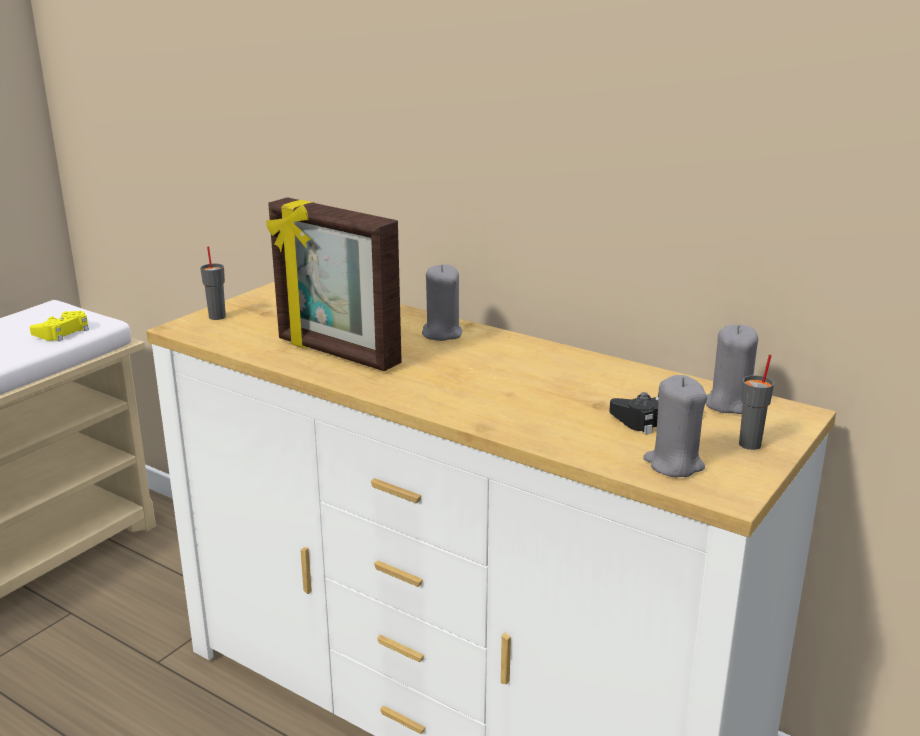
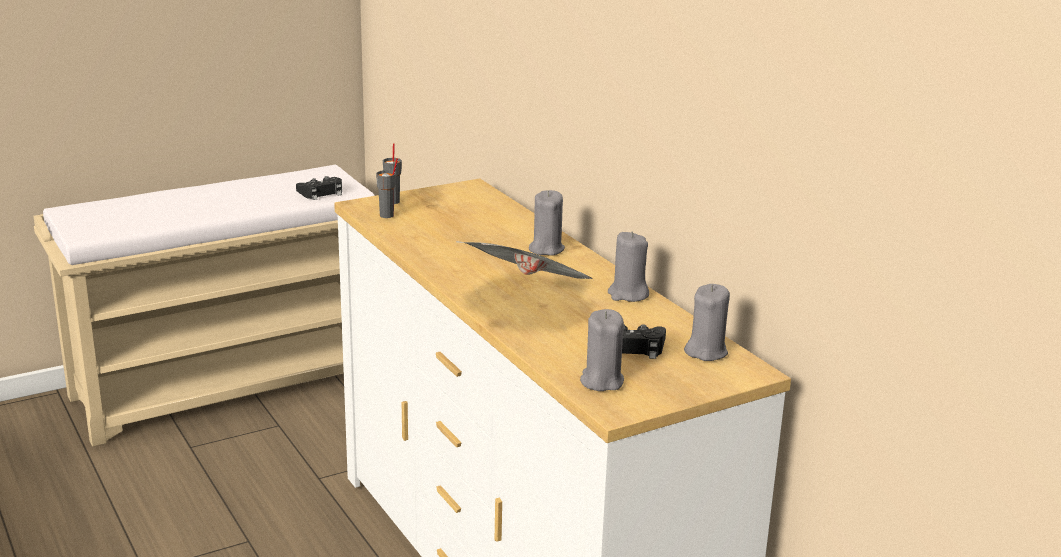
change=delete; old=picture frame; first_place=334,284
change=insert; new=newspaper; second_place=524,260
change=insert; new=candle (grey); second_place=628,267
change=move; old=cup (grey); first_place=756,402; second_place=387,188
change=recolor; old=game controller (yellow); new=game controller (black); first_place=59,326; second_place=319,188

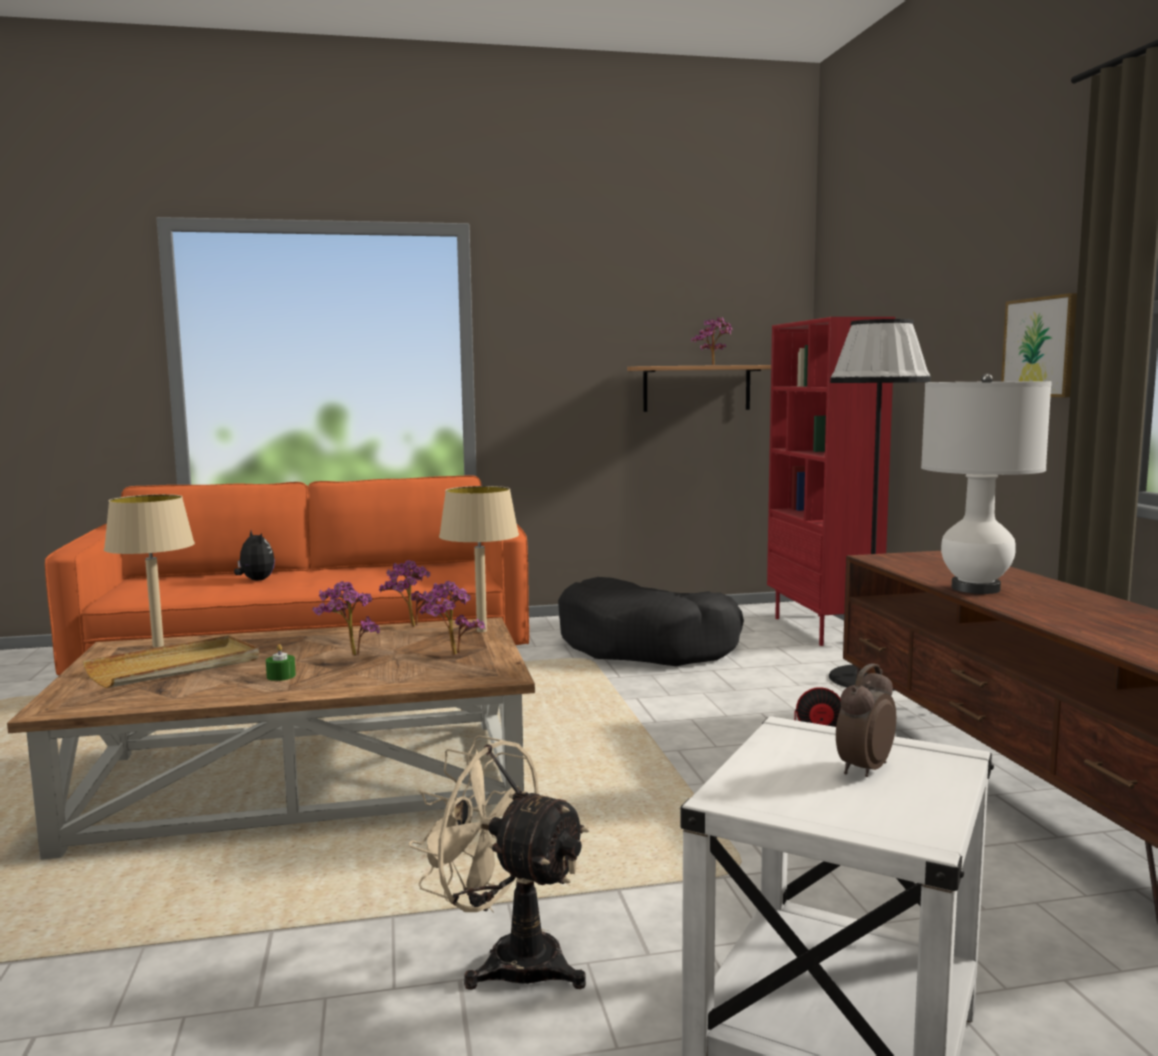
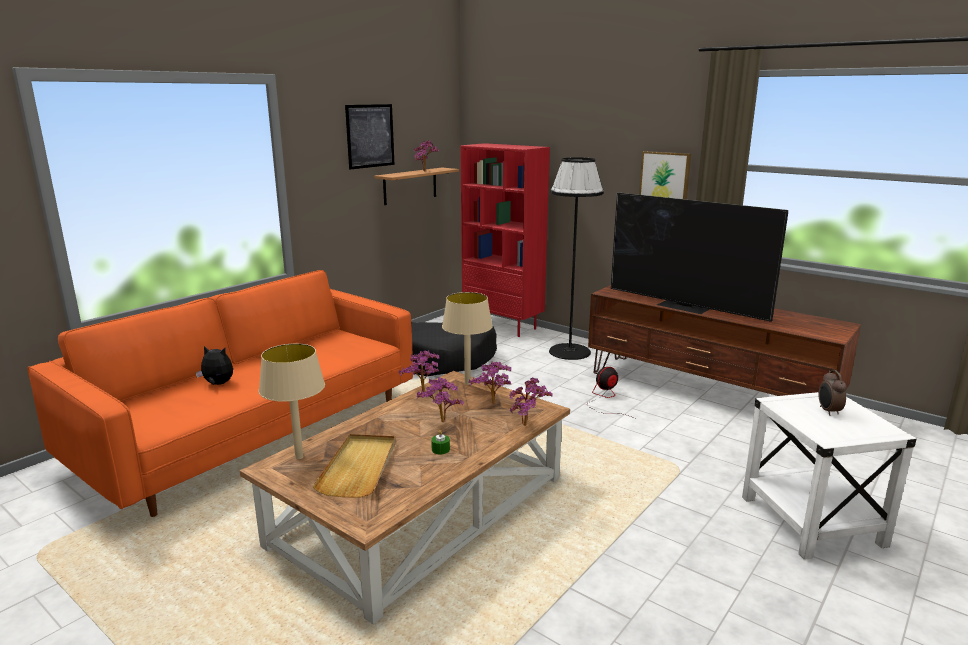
change=delete; old=fan (beige); first_place=499,862
change=insert; new=picture; second_place=370,136
change=insert; new=potted plant; second_place=531,401
change=replace; old=table lamp (white); new=television; first_place=986,483; second_place=699,257

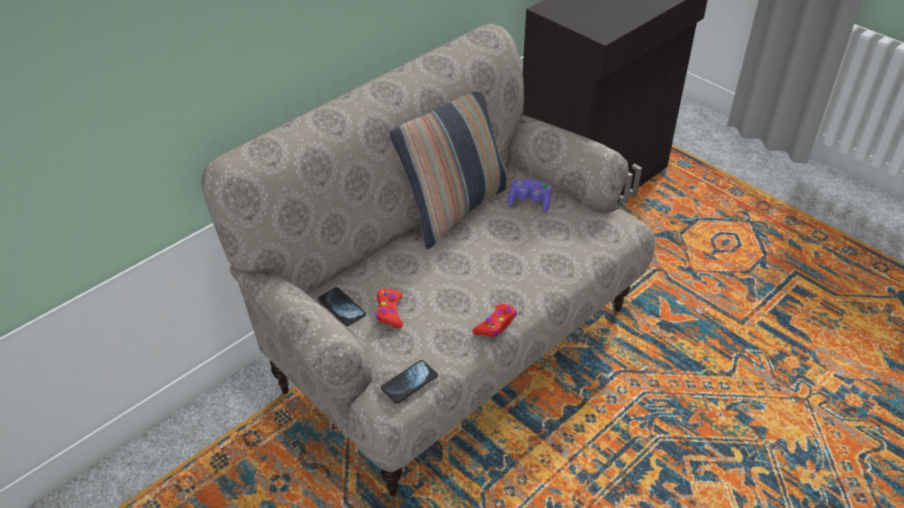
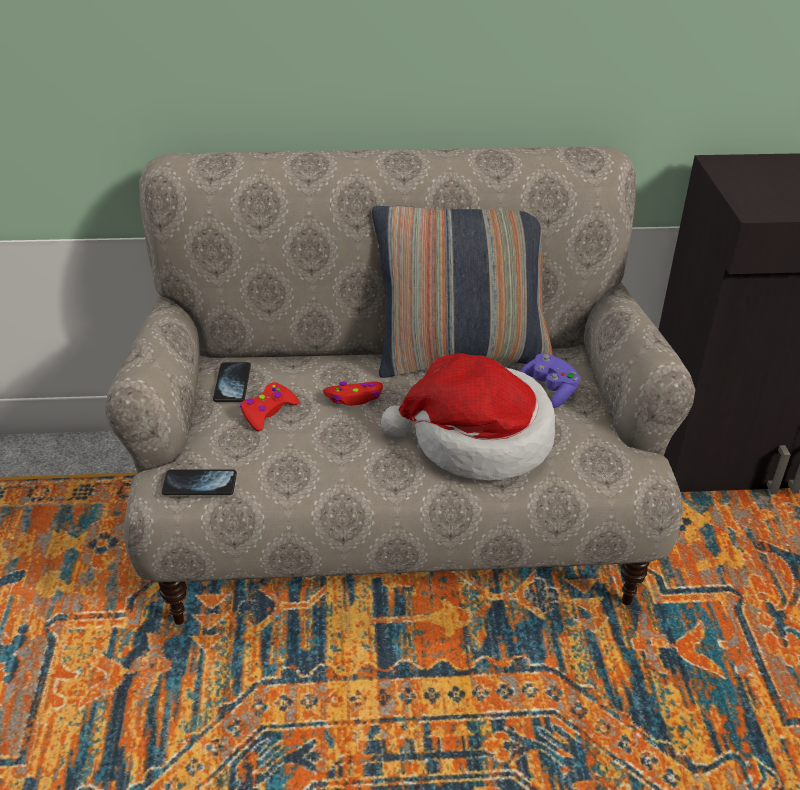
change=insert; new=hat; second_place=468,416
change=move; old=game controller (red); first_place=494,320; second_place=353,393

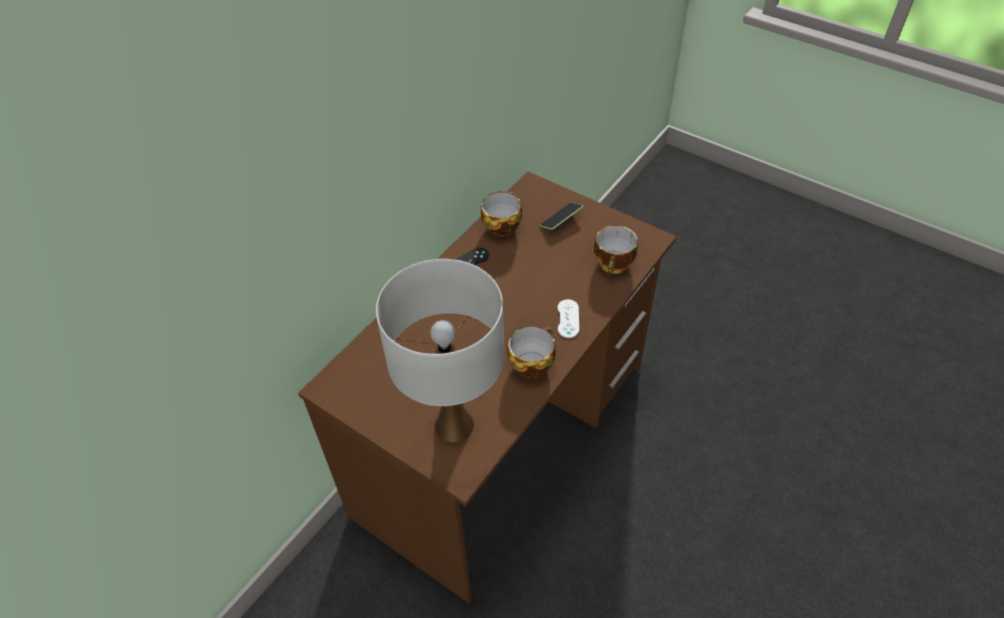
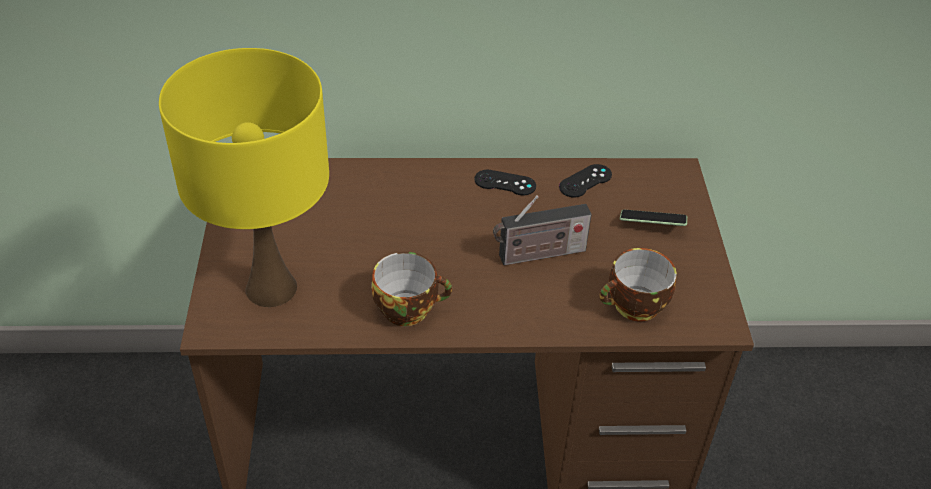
change=delete; old=game controller (white); first_place=568,318
change=insert; new=radio; second_place=542,230
change=replace; old=cup; new=game controller (black); first_place=501,214; second_place=585,181
change=recolor; old=table lamp (white); new=table lamp (yellow); first_place=440,350; second_place=244,177

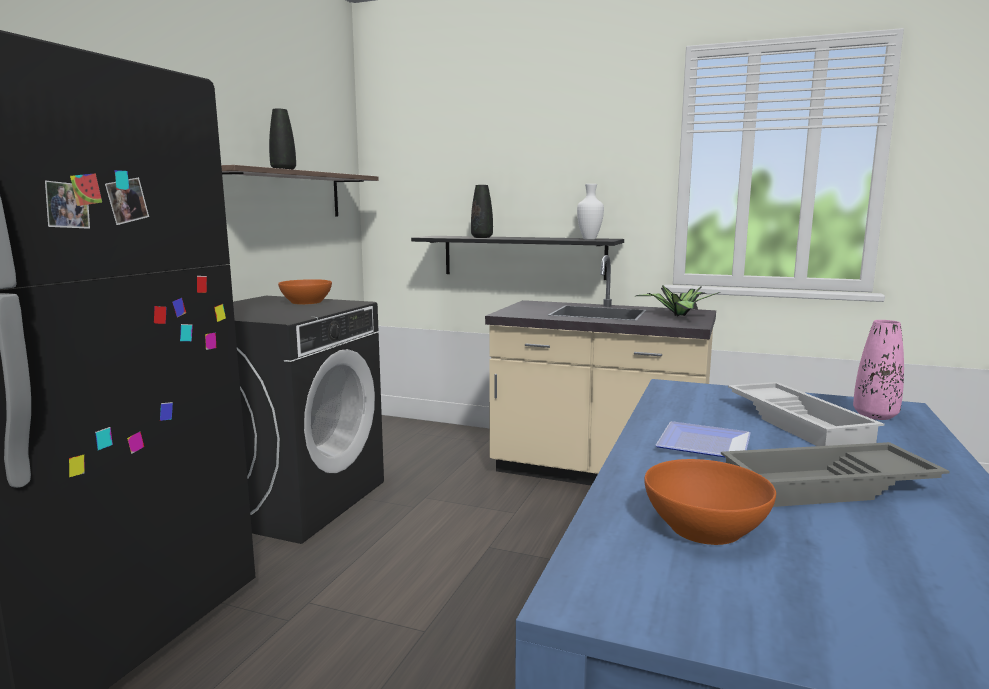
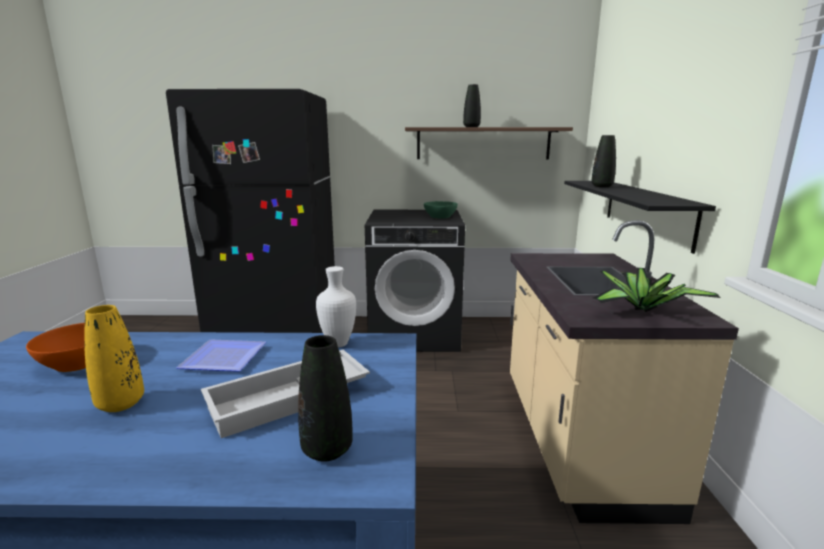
change=move; old=vase (white); first_place=590,211; second_place=336,307
change=replace; old=tray (grey); new=vase (yellow); first_place=835,474; second_place=114,358
change=recolor; old=bowl (orange); new=bowl (green); first_place=305,292; second_place=441,210
change=recolor; old=vase (pink); new=vase (black); first_place=878,370; second_place=325,398

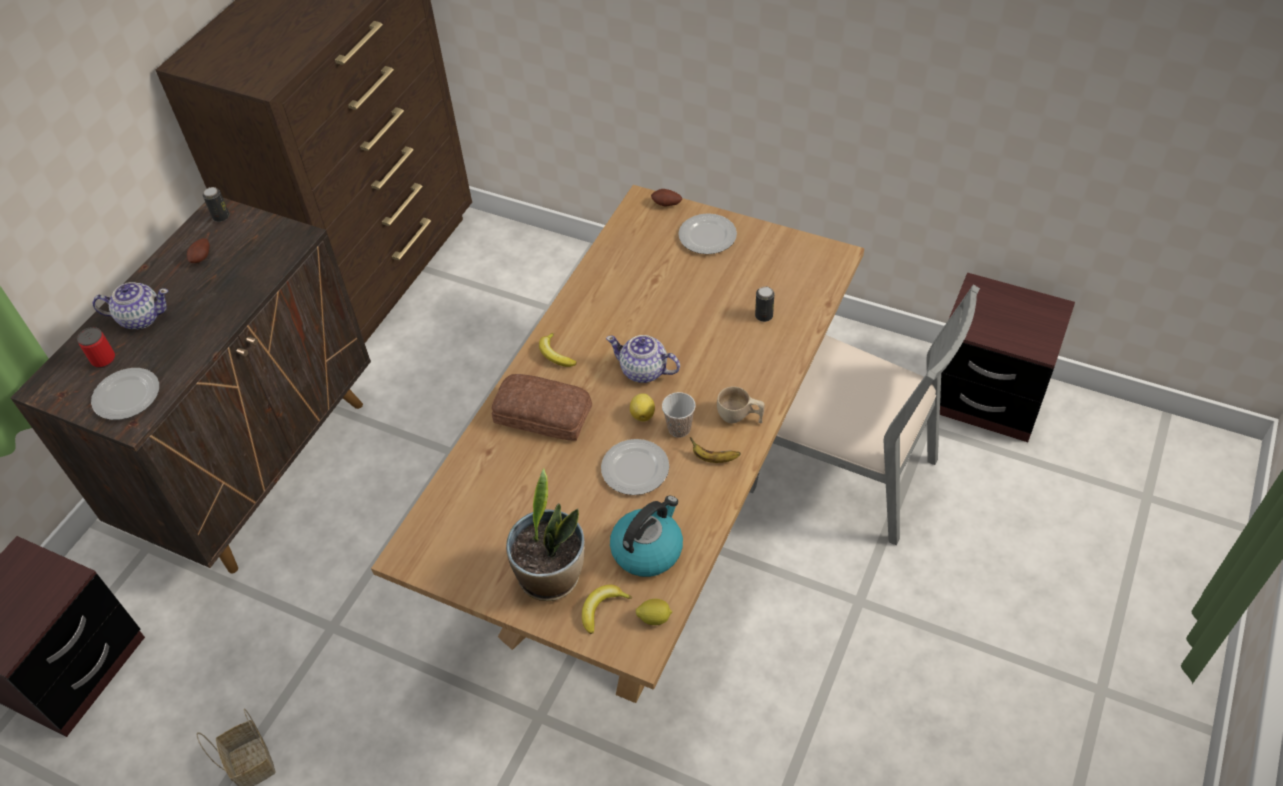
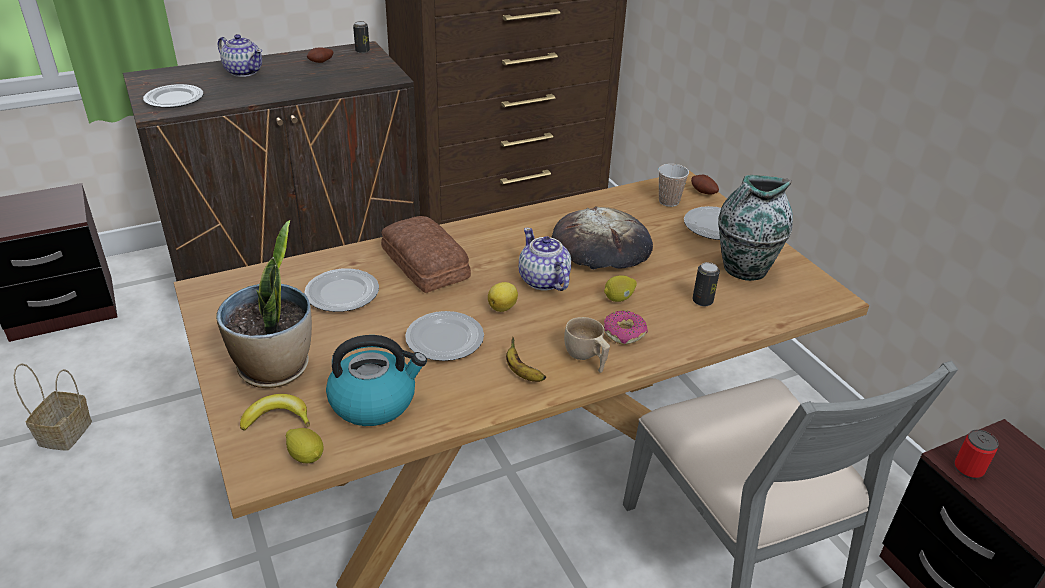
change=delete; old=banana; first_place=558,350
change=insert; new=plate; second_place=341,290
change=insert; new=bread; second_place=602,238
change=insert; new=lemon; second_place=620,288
change=insert; new=donut; second_place=626,328
change=insert; new=vase; second_place=755,228
change=move; old=can; first_place=96,347; second_place=976,454
change=move; old=cup; first_place=679,414; second_place=673,185

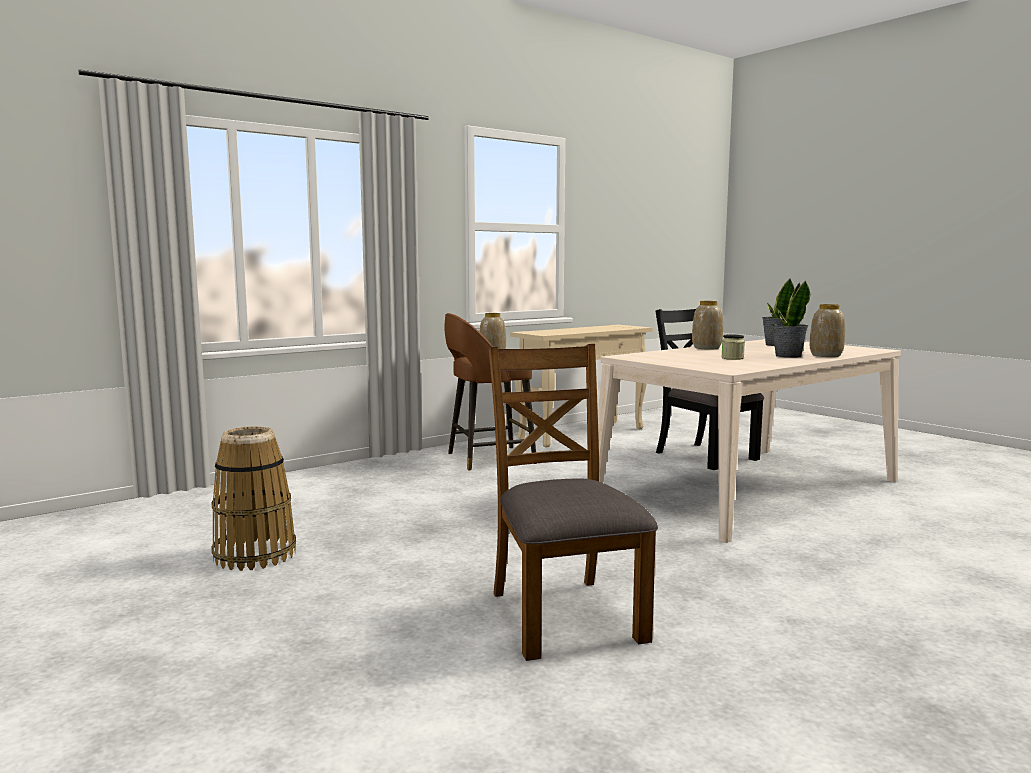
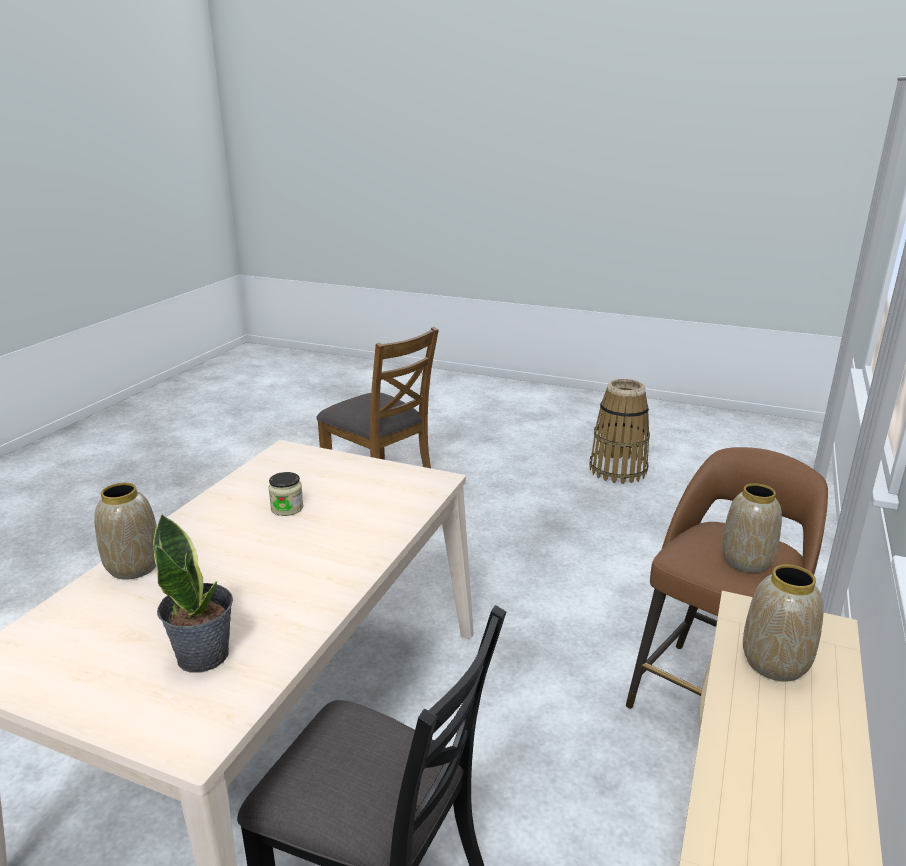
change=delete; old=potted plant; first_place=791,319
change=move; old=vase; first_place=707,325; second_place=783,623

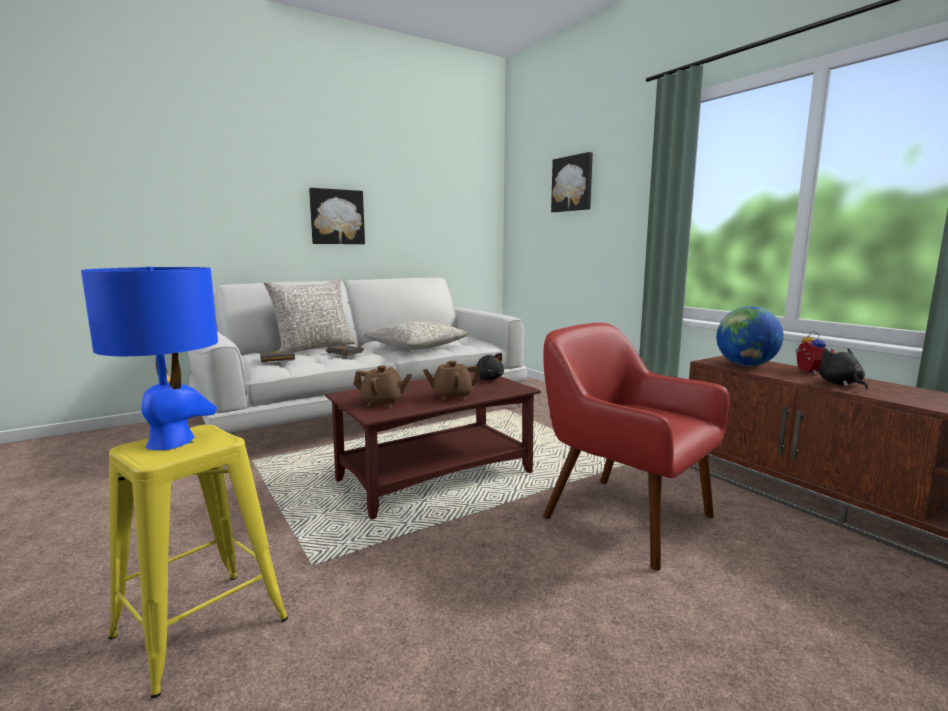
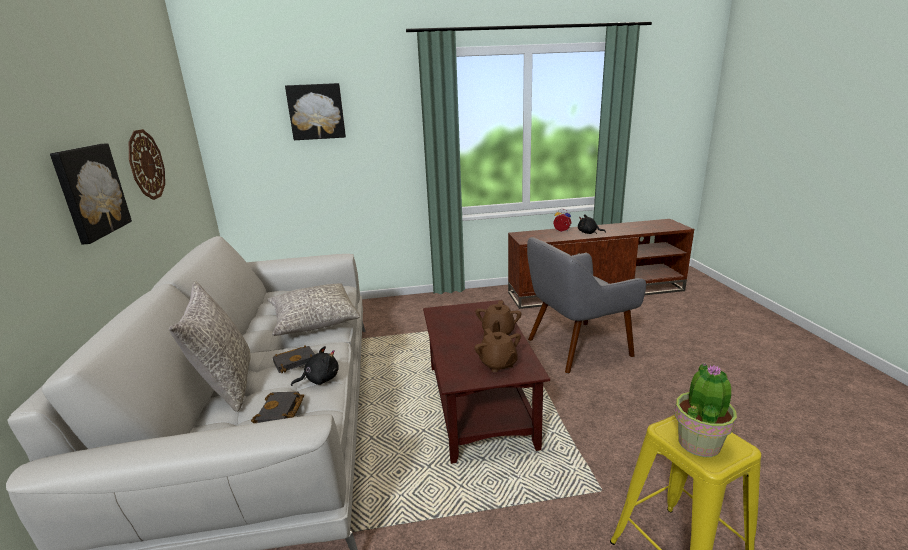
change=delete; old=globe; first_place=750,336
change=insert; new=wall clock; second_place=147,164
change=move; old=plush toy (black); first_place=486,366; second_place=315,366
change=replace; old=table lamp (blue); new=potted plant; first_place=149,358; second_place=706,409
change=recolor; old=armchair (red); new=armchair (grey); first_place=636,447; second_place=586,305
change=rotate; old=teapot (brown); first_place=382,387; second_place=497,350; degrees=120

